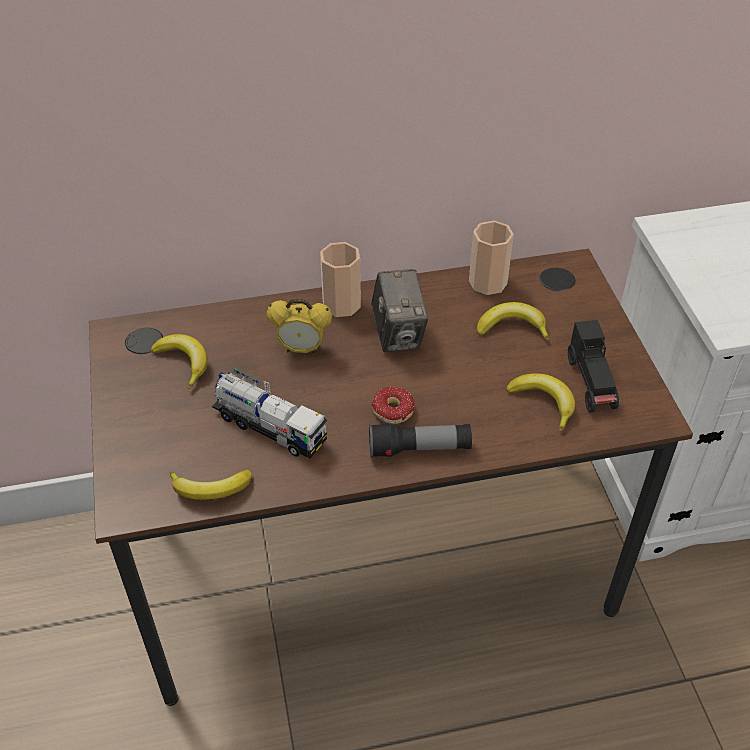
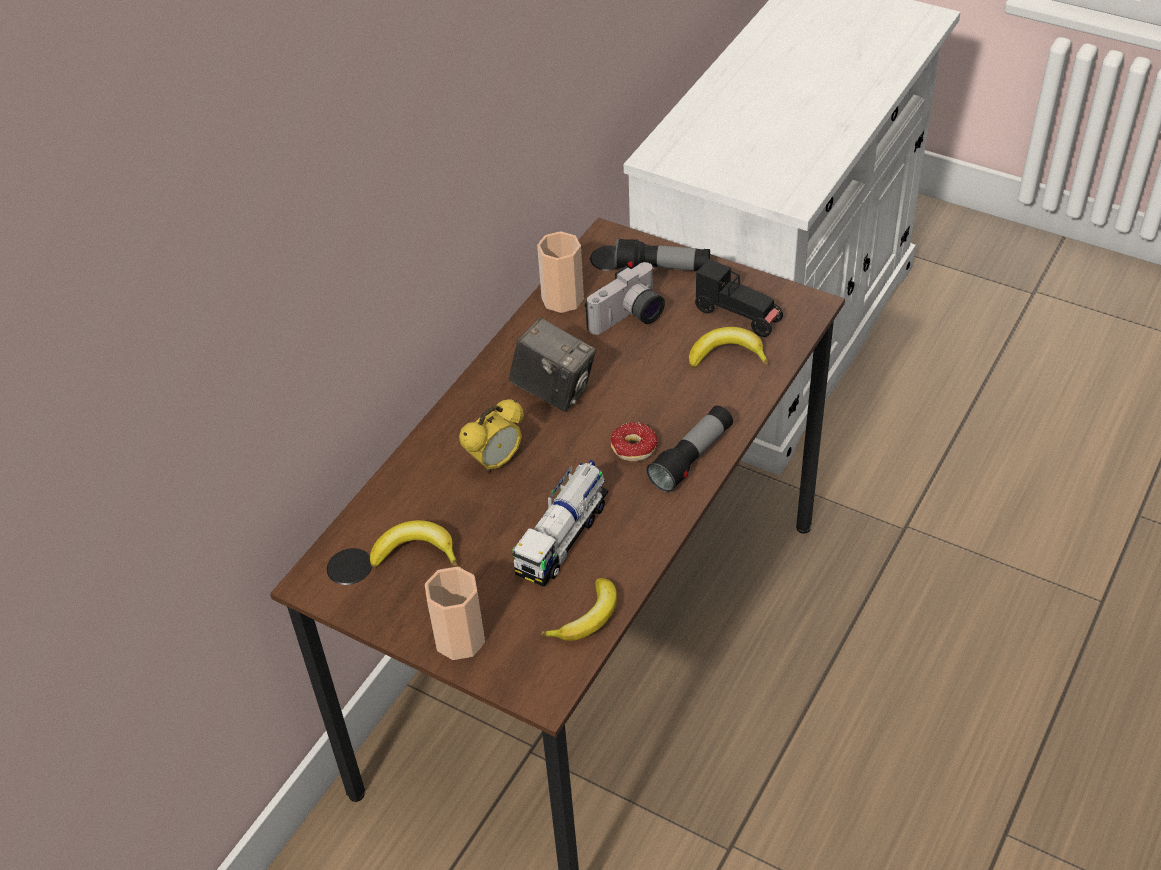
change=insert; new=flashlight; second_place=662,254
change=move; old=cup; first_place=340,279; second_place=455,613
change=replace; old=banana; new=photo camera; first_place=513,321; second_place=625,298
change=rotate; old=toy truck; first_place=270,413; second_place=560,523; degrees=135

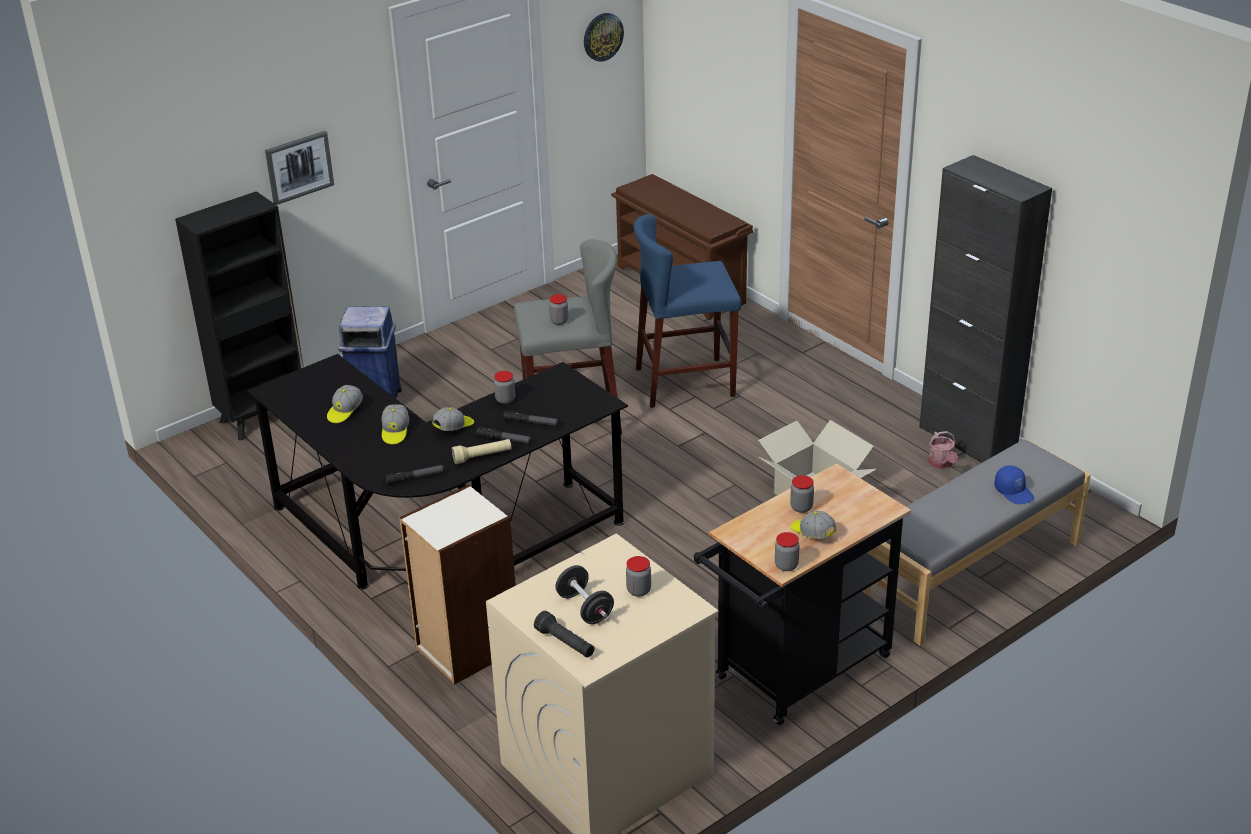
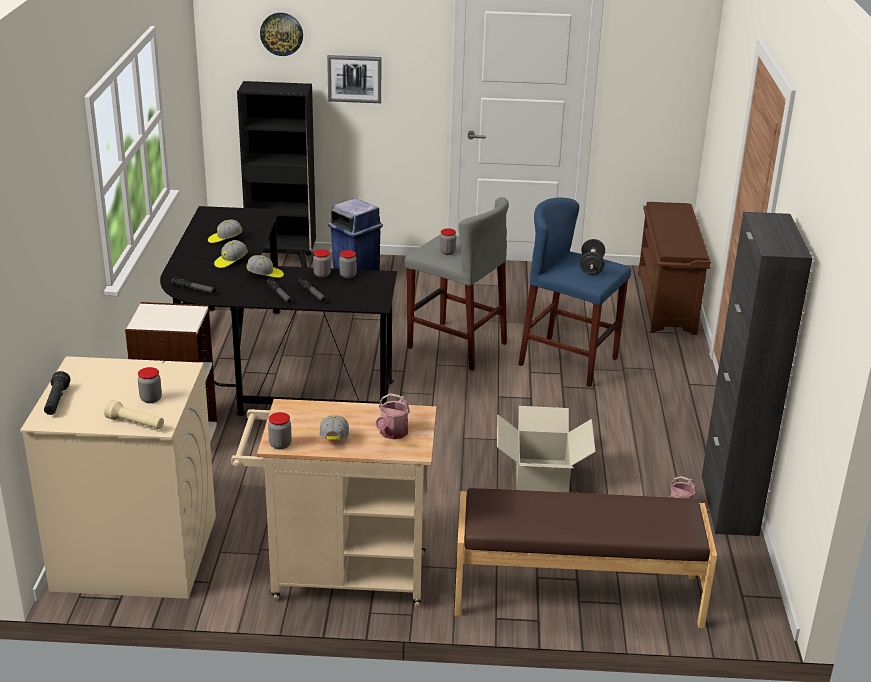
change=delete; old=cap (blue); first_place=1014,485
change=insert; new=watering can; second_place=392,416
change=move; old=flashlight (beige); first_place=482,451; second_place=134,414
change=move; old=dumbbell (black); first_place=584,594; second_place=592,257
change=move; old=wall clock; first_place=604,37; second_place=281,34
change=move; old=jar; first_place=802,494; second_place=348,264
change=recolor; old=cart (black); new=cart (beige); first_place=802,594; second_place=334,503
change=recolor; old=bench (grey); new=bench (brown); first_place=976,542; second_place=586,558

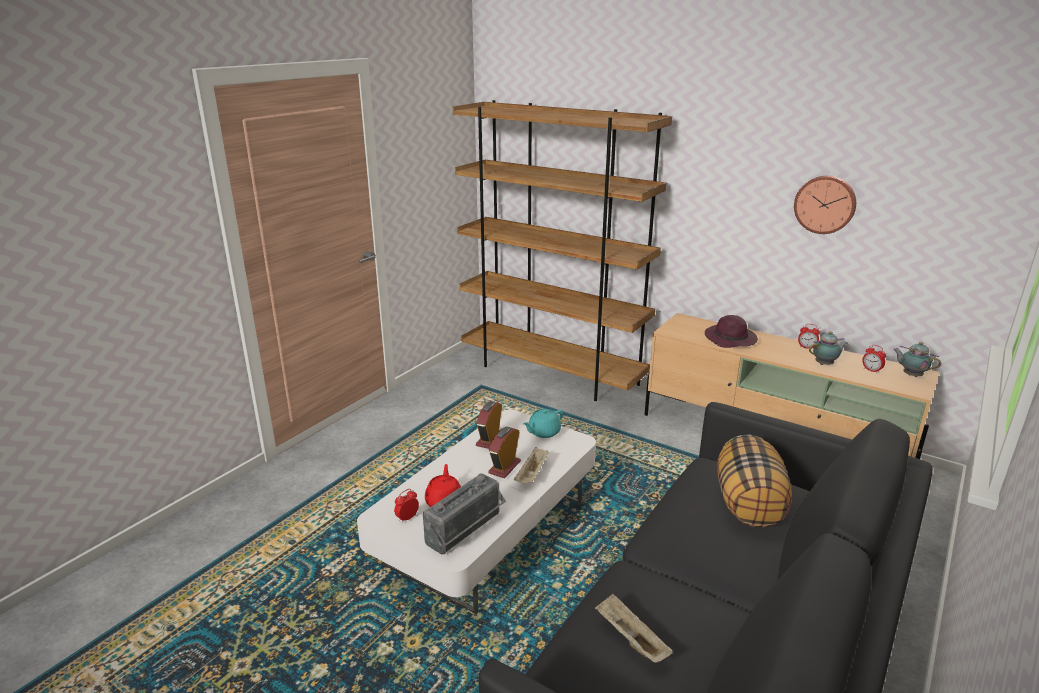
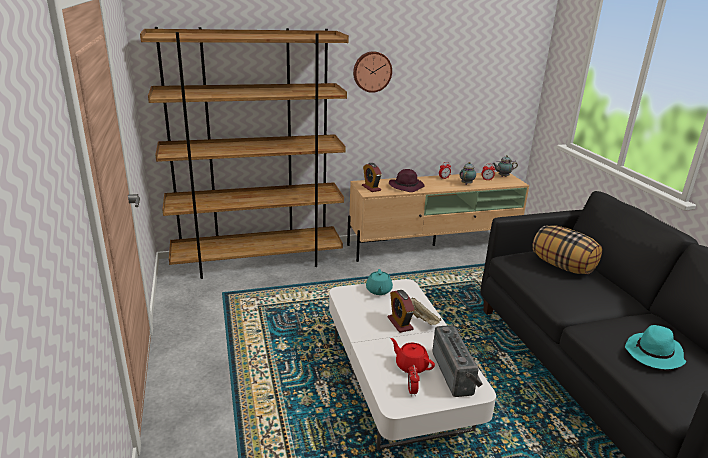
change=move; old=alarm clock; first_place=489,425; second_place=372,177
change=move; old=wall clock; first_place=825,205; second_place=372,72
change=replace; old=tray (beige); new=hat (turquoise); first_place=634,628; second_place=655,347

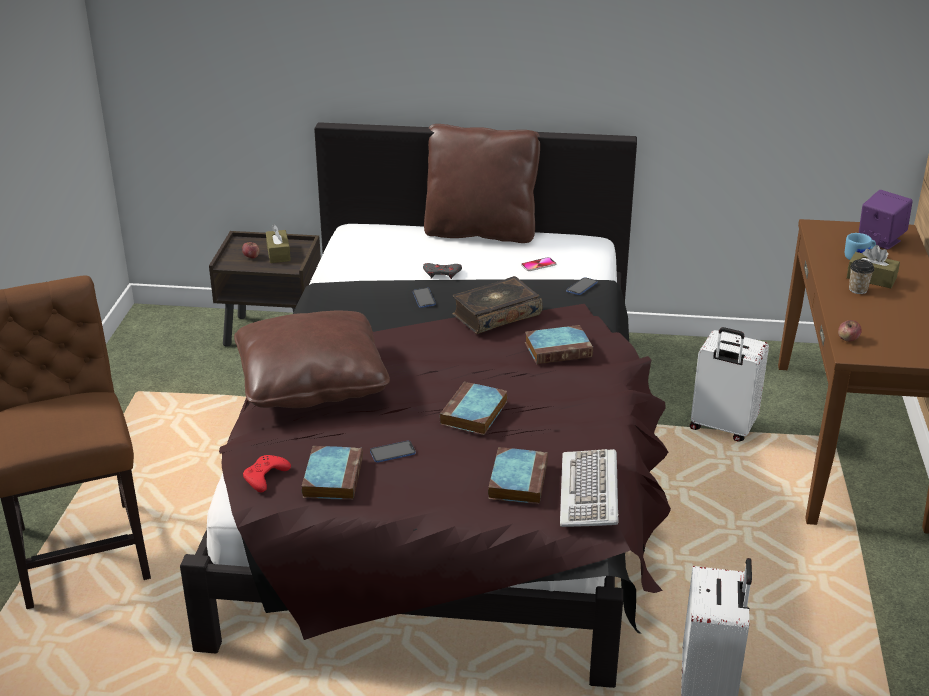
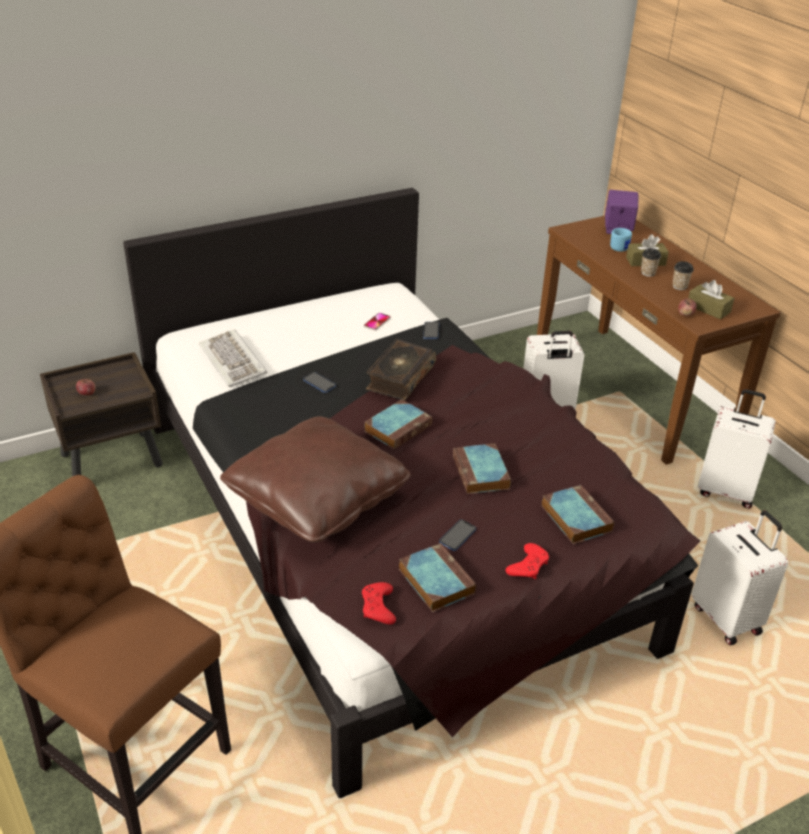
change=delete; old=game controller (grey); first_place=442,271
change=delete; old=pillow (brown); first_place=482,183
change=insert; new=game controller (red); second_place=527,561
change=insert; new=cup; second_place=683,275
change=insert; new=suitcase (white); second_place=737,449
change=move; old=tissue box (brown); first_place=278,243; second_place=711,299
change=move; old=book; first_place=559,344; second_place=398,424
change=move; old=keyboard; first_place=589,488; second_place=233,358

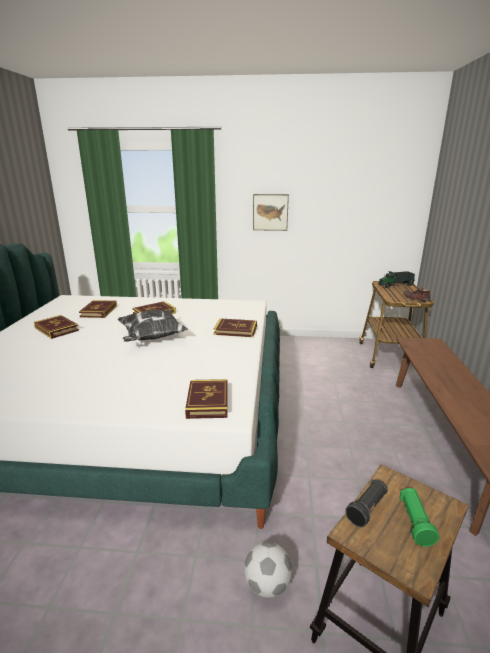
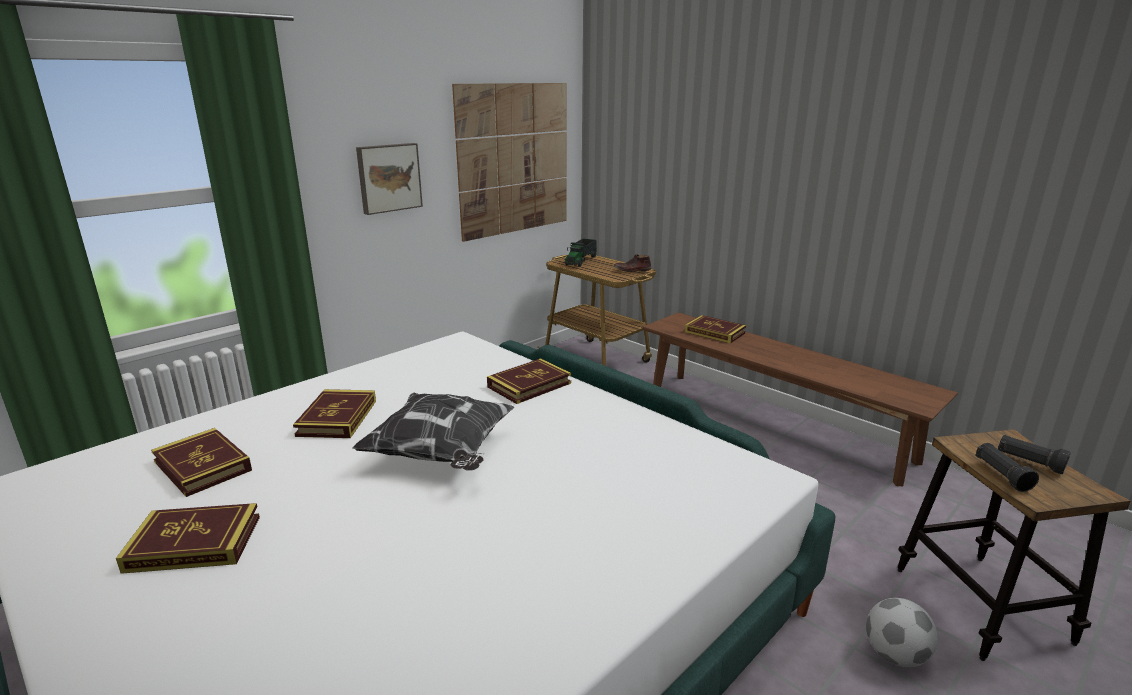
change=insert; new=picture; second_place=509,162
change=move; old=book; first_place=206,399; second_place=715,329
change=recolor; old=flashlight (green); new=flashlight (black); first_place=419,517; second_place=1034,454

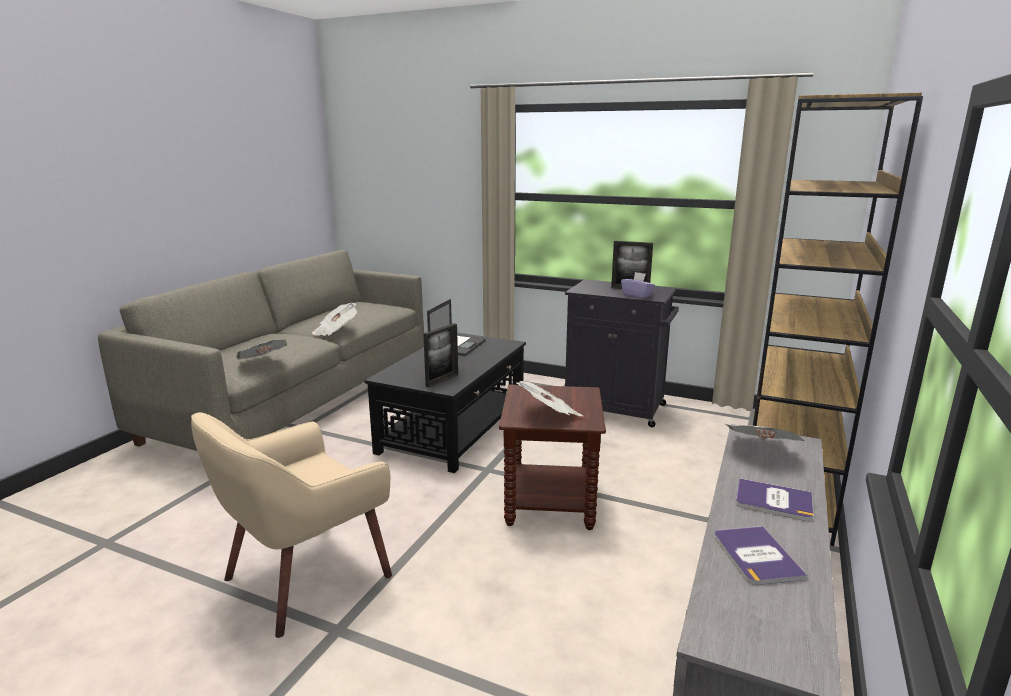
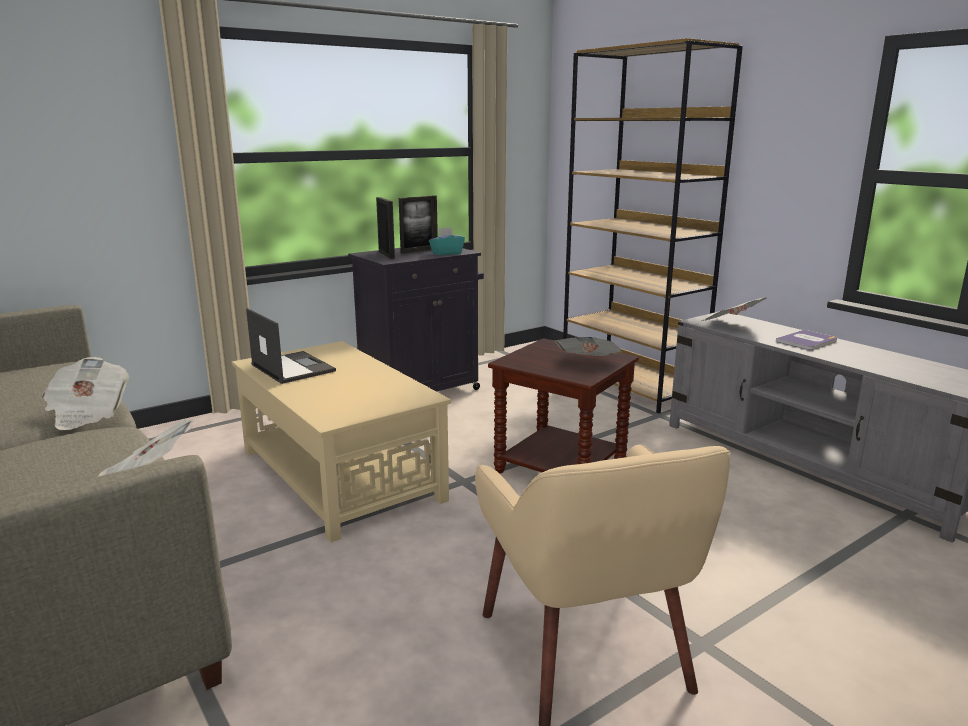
change=delete; old=book; first_place=761,555
change=move; old=picture frame; first_place=440,355; second_place=385,228
change=recolor; old=coffee table (black); new=coffee table (beige); first_place=445,403; second_place=341,441
change=recolor; old=tissue box (purple); new=tissue box (turquoise); first_place=638,285; second_place=447,241

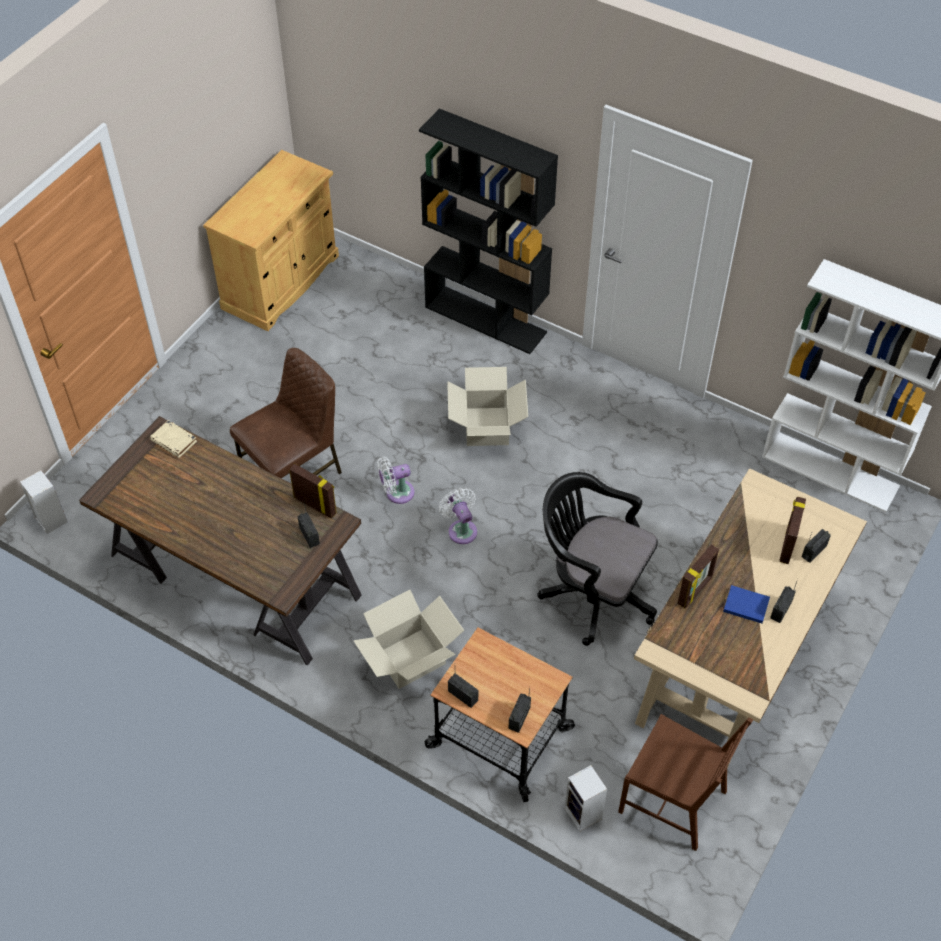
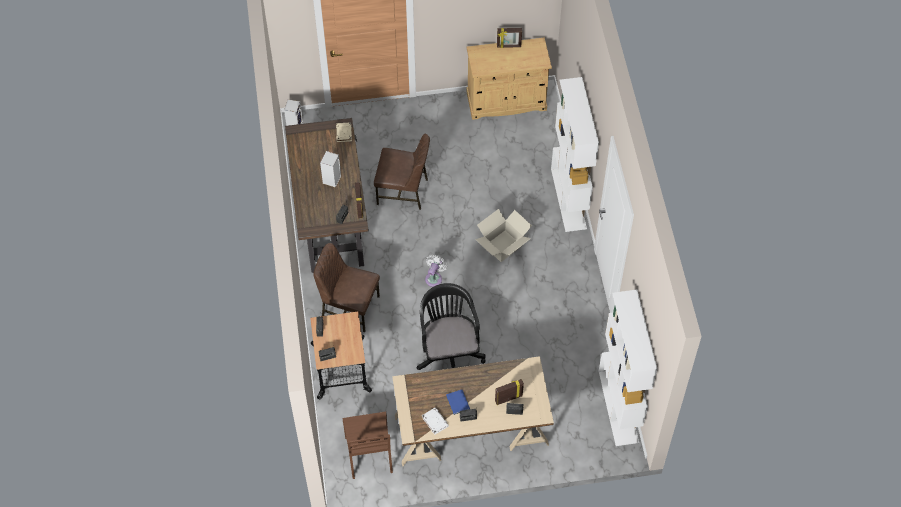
change=delete; old=fan (white); first_place=396,480
change=insert; new=book (white); second_place=435,421
change=move; old=speaker; first_place=585,798; second_place=330,169
change=move; old=picture frame; first_place=698,576; second_place=509,38
change=replace; old=cardboard box; new=chair (brown); first_place=409,639; second_place=346,287
change=recolor; old=bookcase (black); new=bookcase (white); first_place=488,231; second_place=575,154

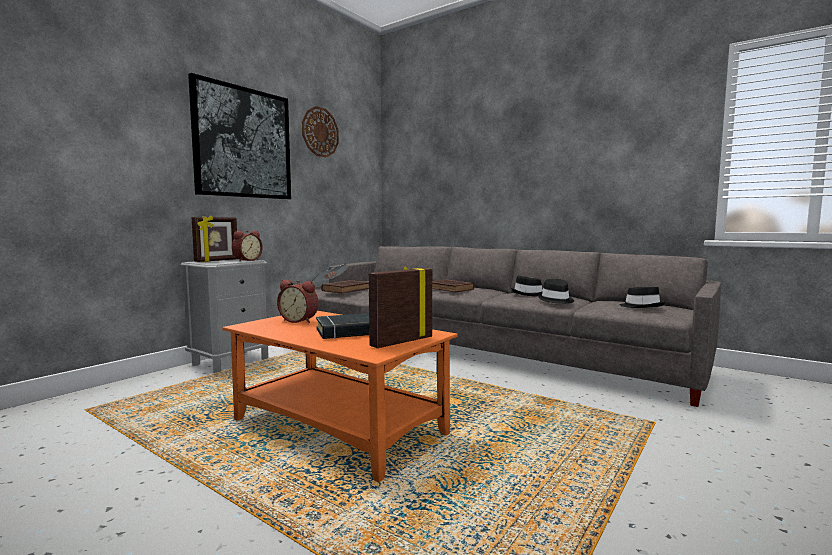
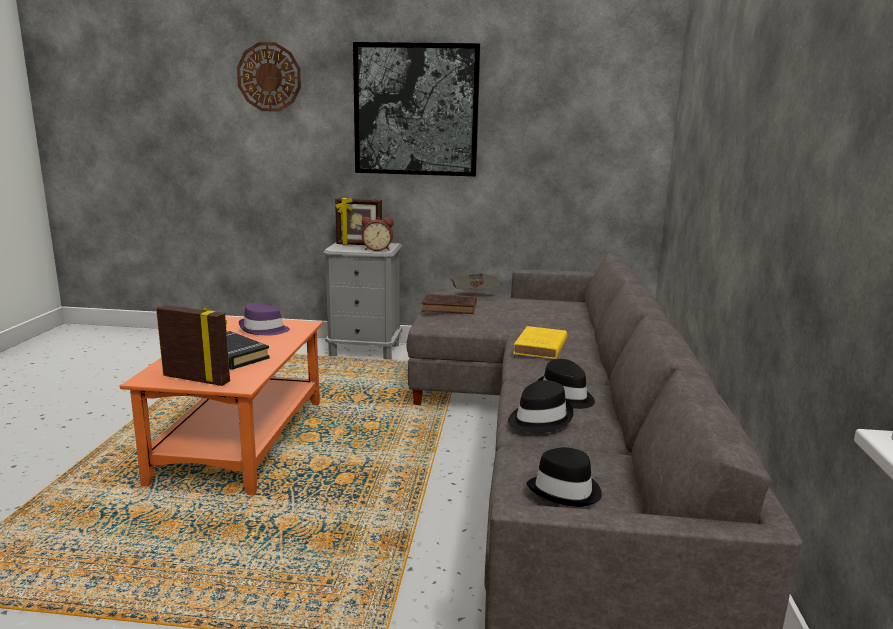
change=move; old=wall clock; first_place=320,131; second_place=269,77
change=replace; old=alarm clock; new=hat (purple); first_place=298,301; second_place=264,319
change=recolor; old=book (brown); new=book (yellow); first_place=453,285; second_place=540,342

